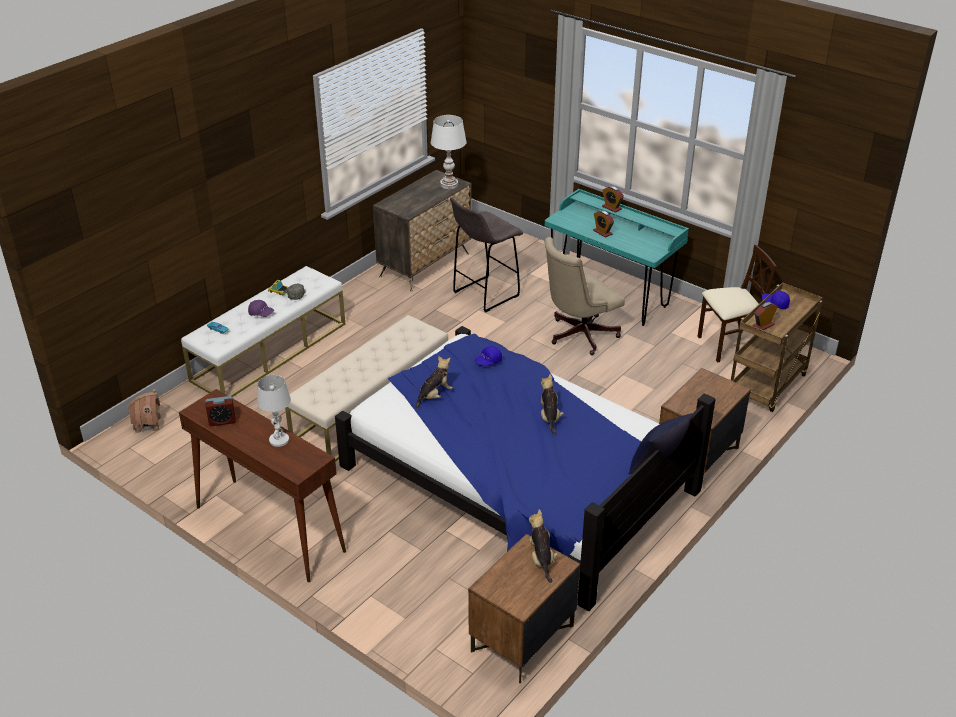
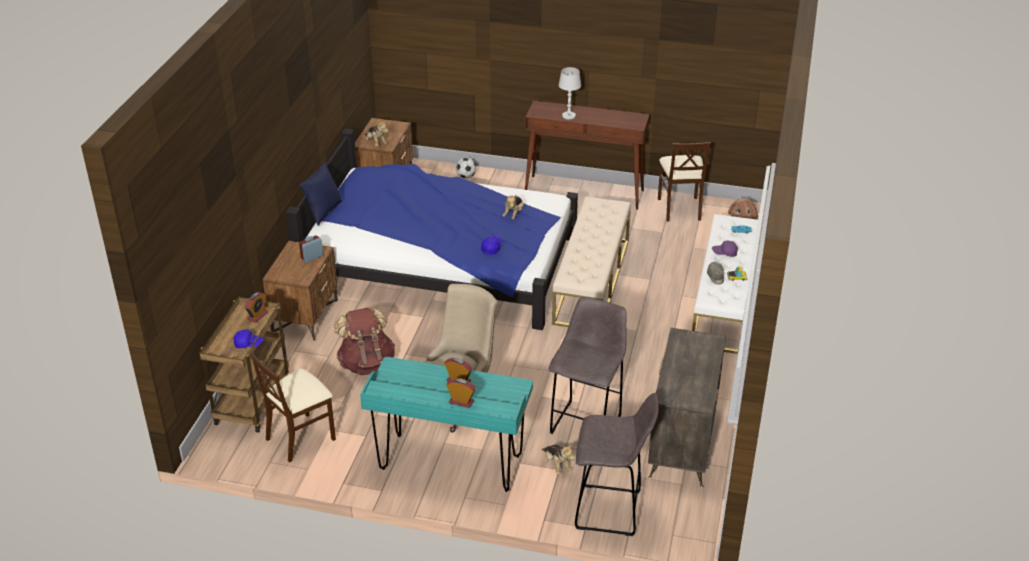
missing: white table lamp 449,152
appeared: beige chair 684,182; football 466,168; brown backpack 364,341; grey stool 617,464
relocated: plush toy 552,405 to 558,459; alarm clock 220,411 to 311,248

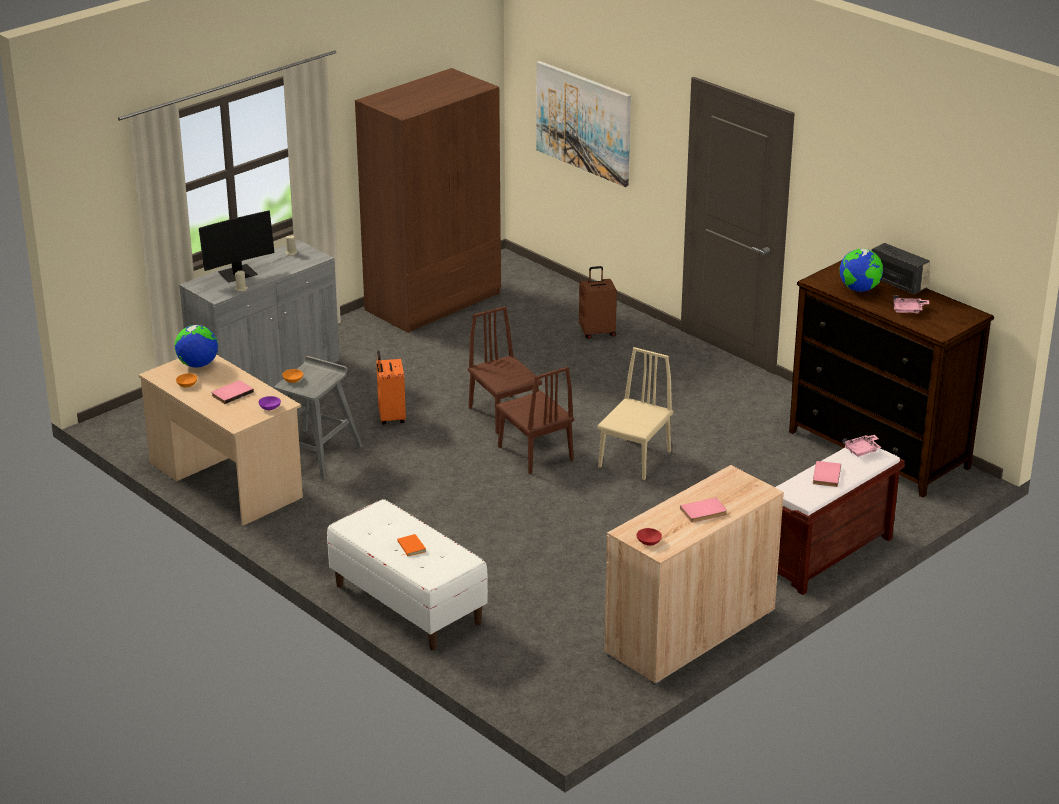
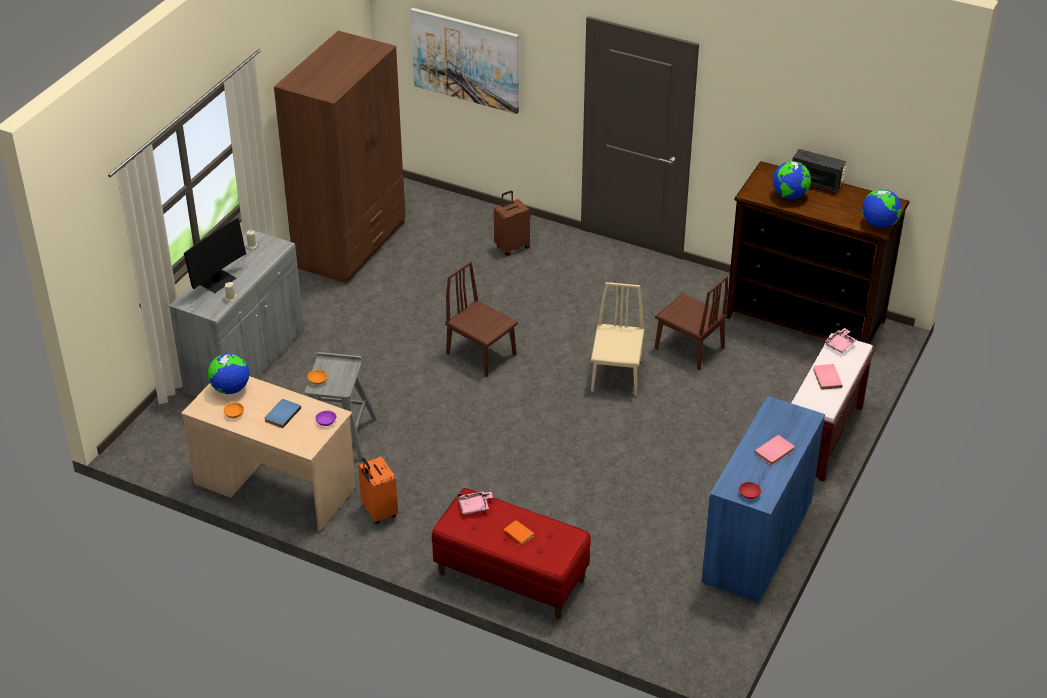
appeared: globe 882,208
relocated: pink tray 911,304 to 475,503; orange suitcase 391,387 to 378,490; brown chair 535,420 to 691,323
colour: pink book 233,392 to blue book 282,413; beige cabinet 694,575 to blue cabinet 763,500; white bench 407,574 to red bench 511,554

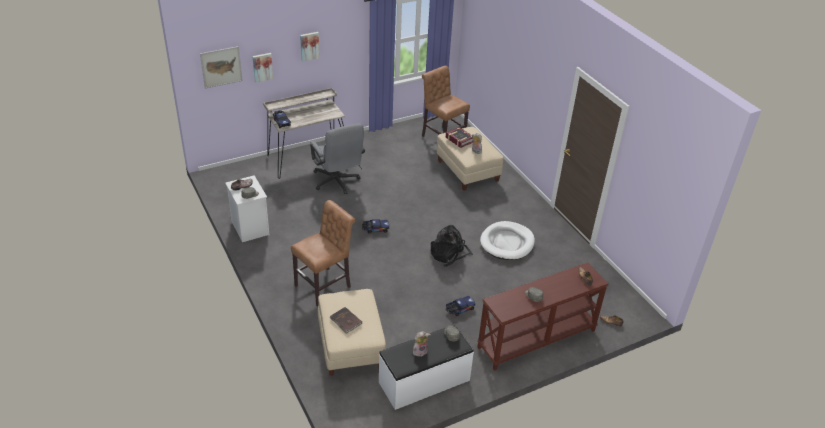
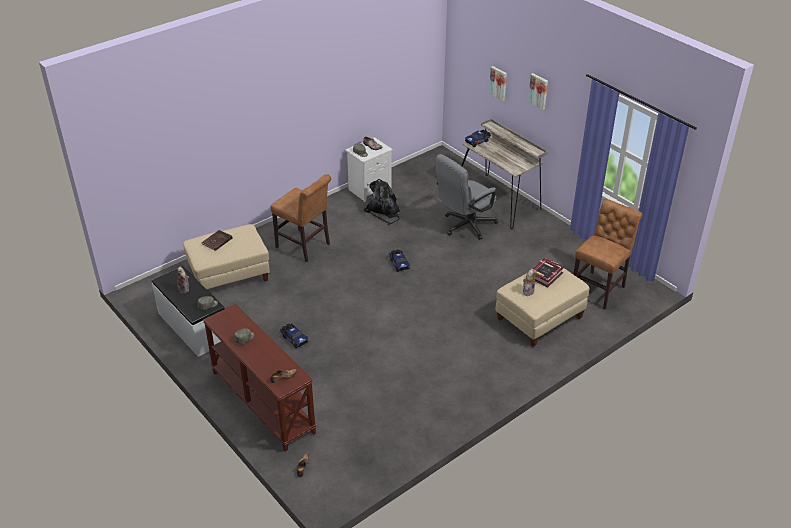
missing: picture 221,67; white dog bed 507,240
relocated: black backpack 452,246 to 381,202

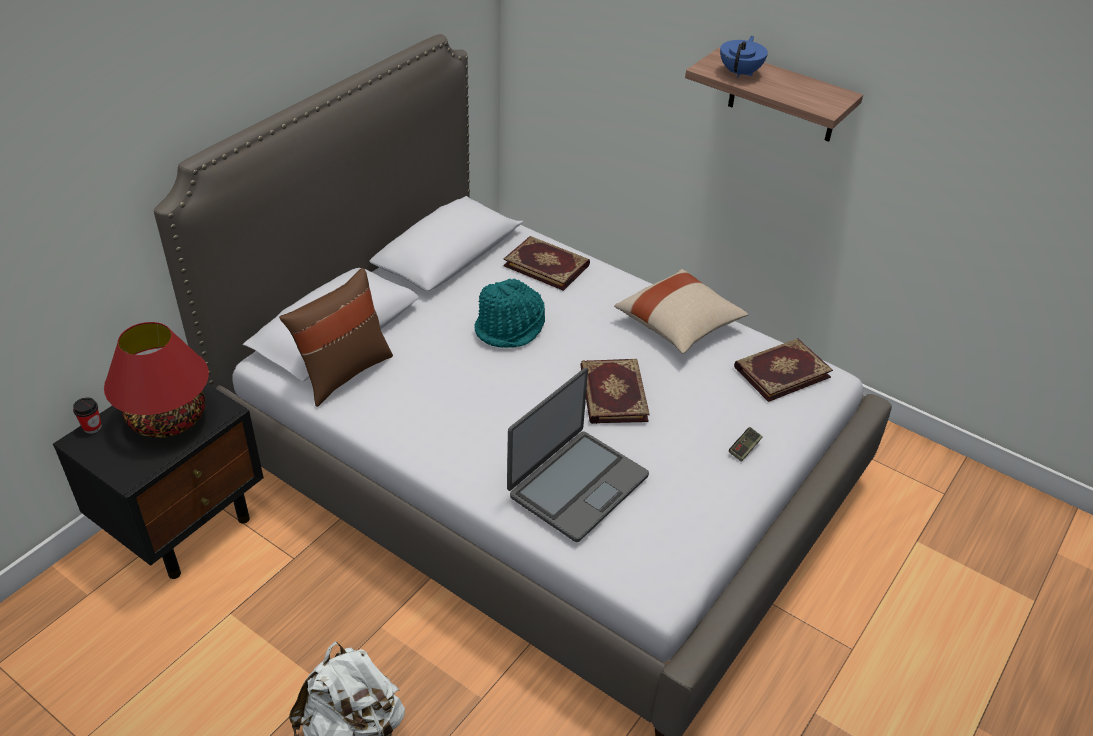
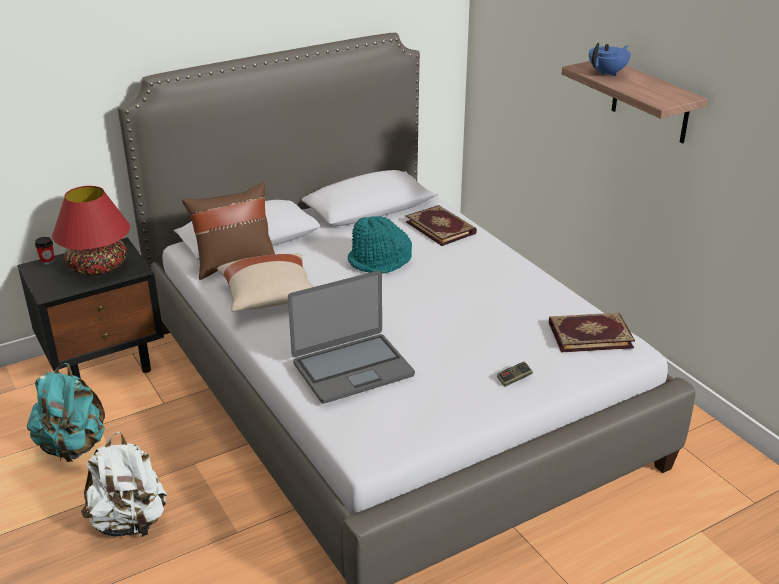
missing: book 615,391
appeared: turquoise backpack 66,412
relocated: beige pillow 681,311 to 265,283

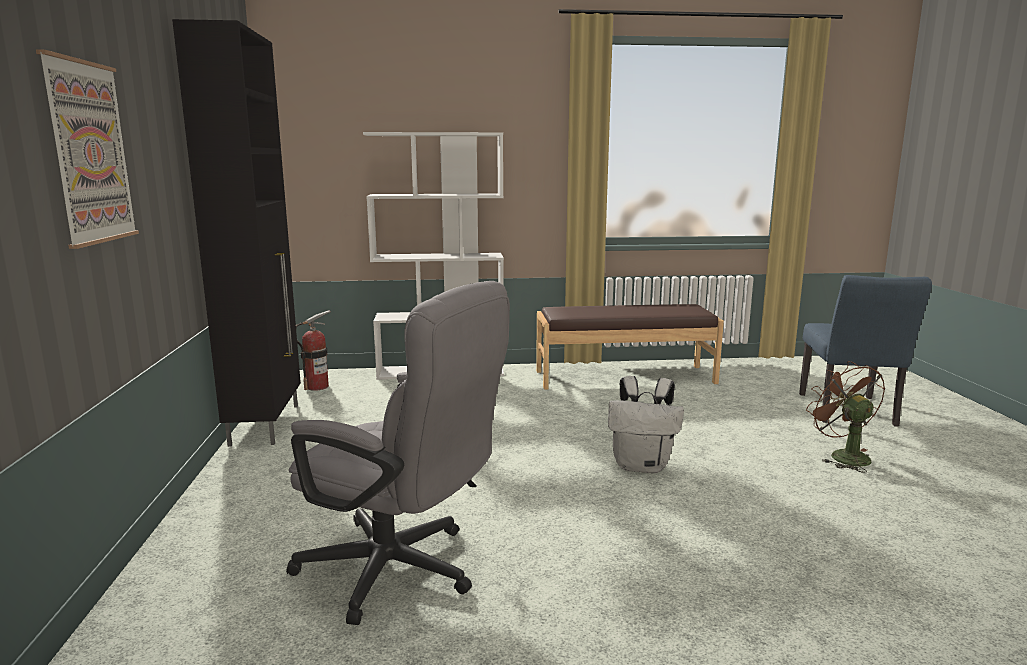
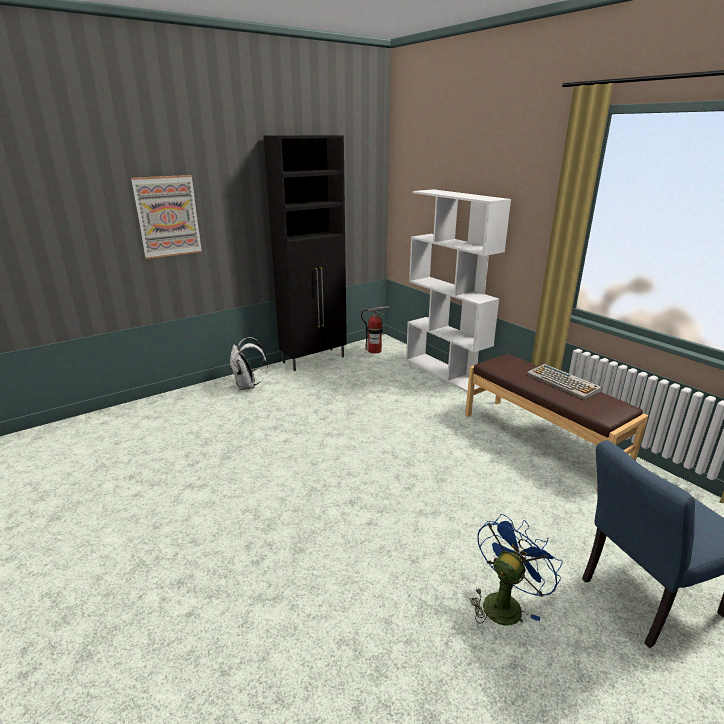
missing: grey office chair 398,453
appeared: keyboard 564,382
relocated: white backpack 646,424 to 249,363
colour: brown fan 845,417 to blue fan 516,570

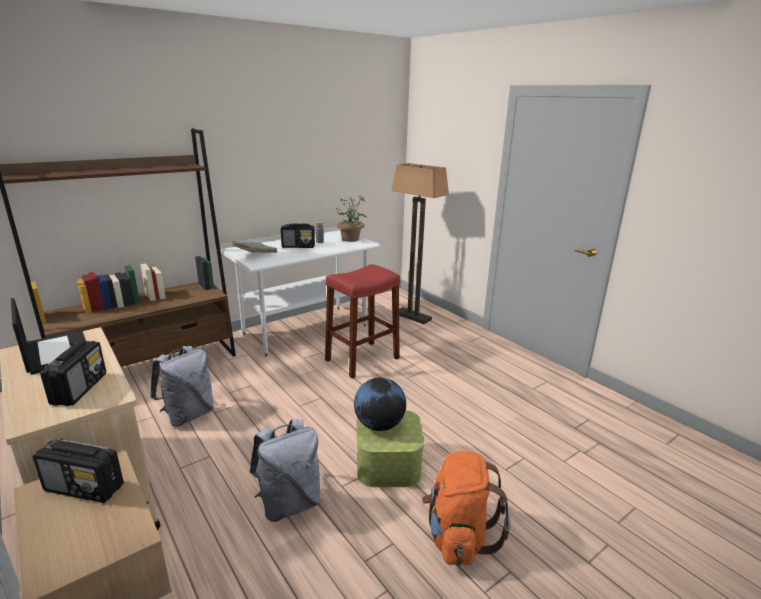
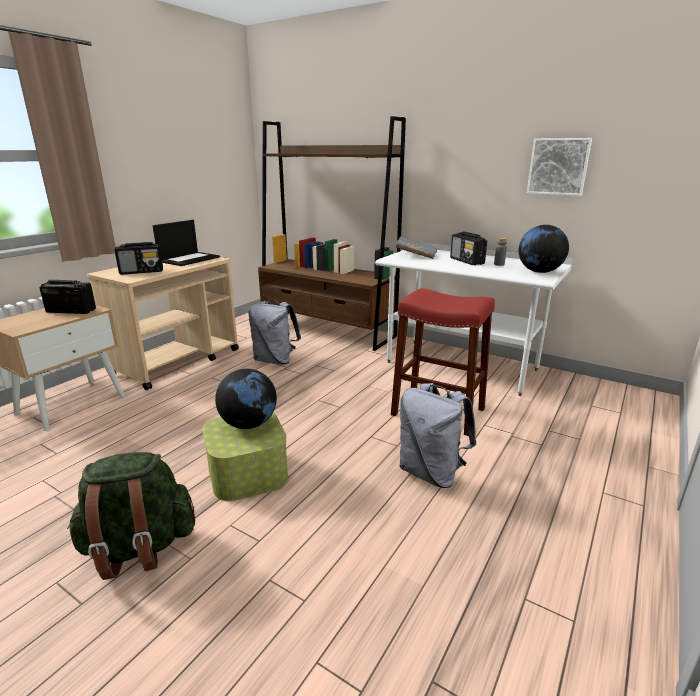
missing: floor lamp 420,243
appeared: picture 559,167
relocated: grey backpack 284,470 to 437,435
exchanged: potted plant 351,219 to globe 544,249
colour: orange backpack 466,508 to green backpack 131,516
spun: radio 78,470 = 67,297 105 degrees clockwise

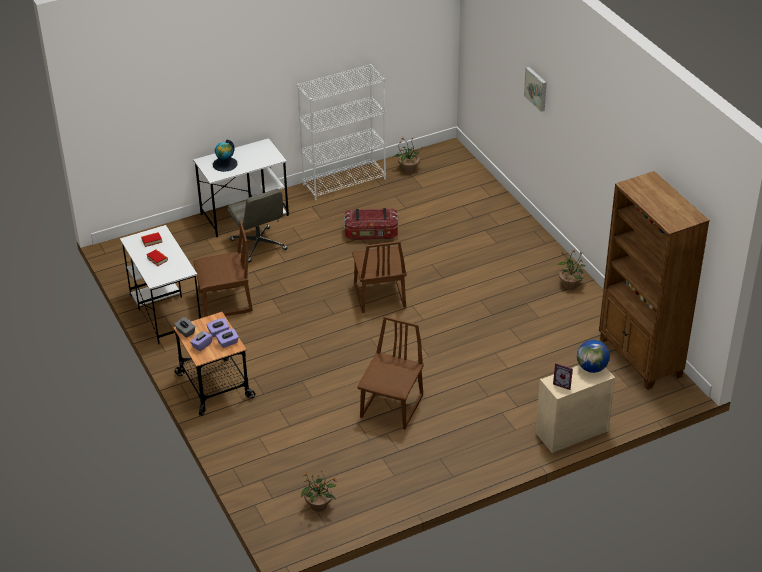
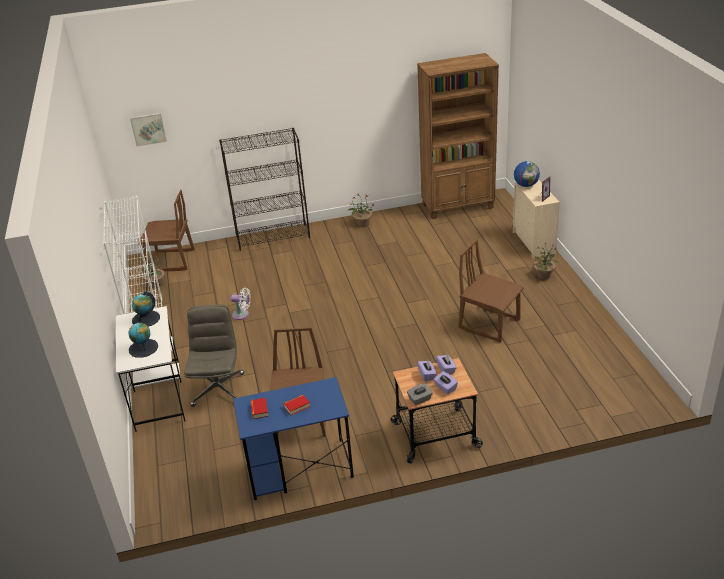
appeared: black bookcase 264,189; globe 146,309
relocated: picture 535,89 to 148,129; brown chair 379,277 to 166,230; potted plant 319,491 to 545,261
exchanged: storage box 371,224 to white fan 241,304
colour: white desk 160,284 to blue desk 293,438
spun: grey office chair 258,225 = 214,356 75 degrees counterclockwise

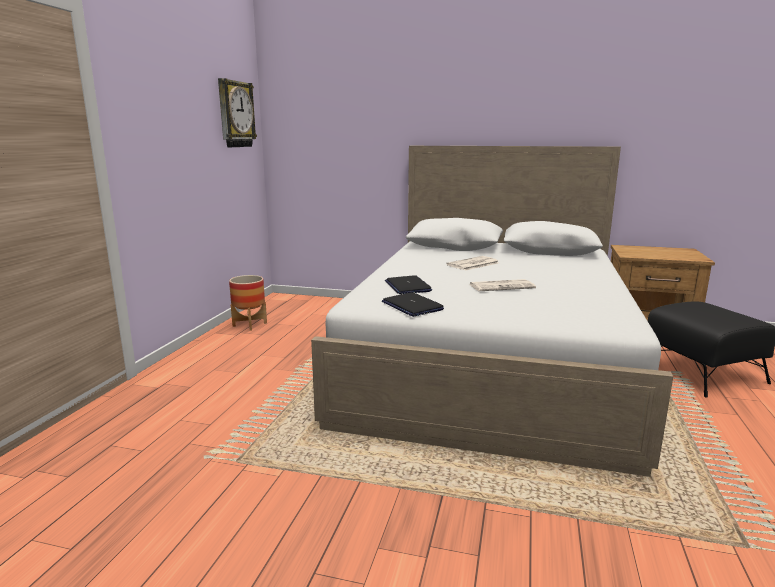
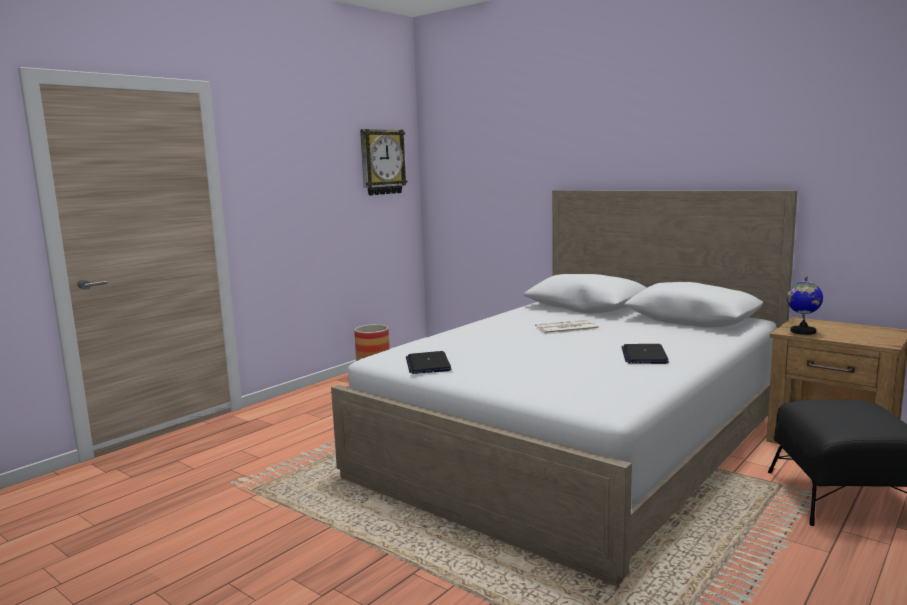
missing: newspaper 503,285
appeared: globe 805,305
relocated: laptop 408,284 to 645,354

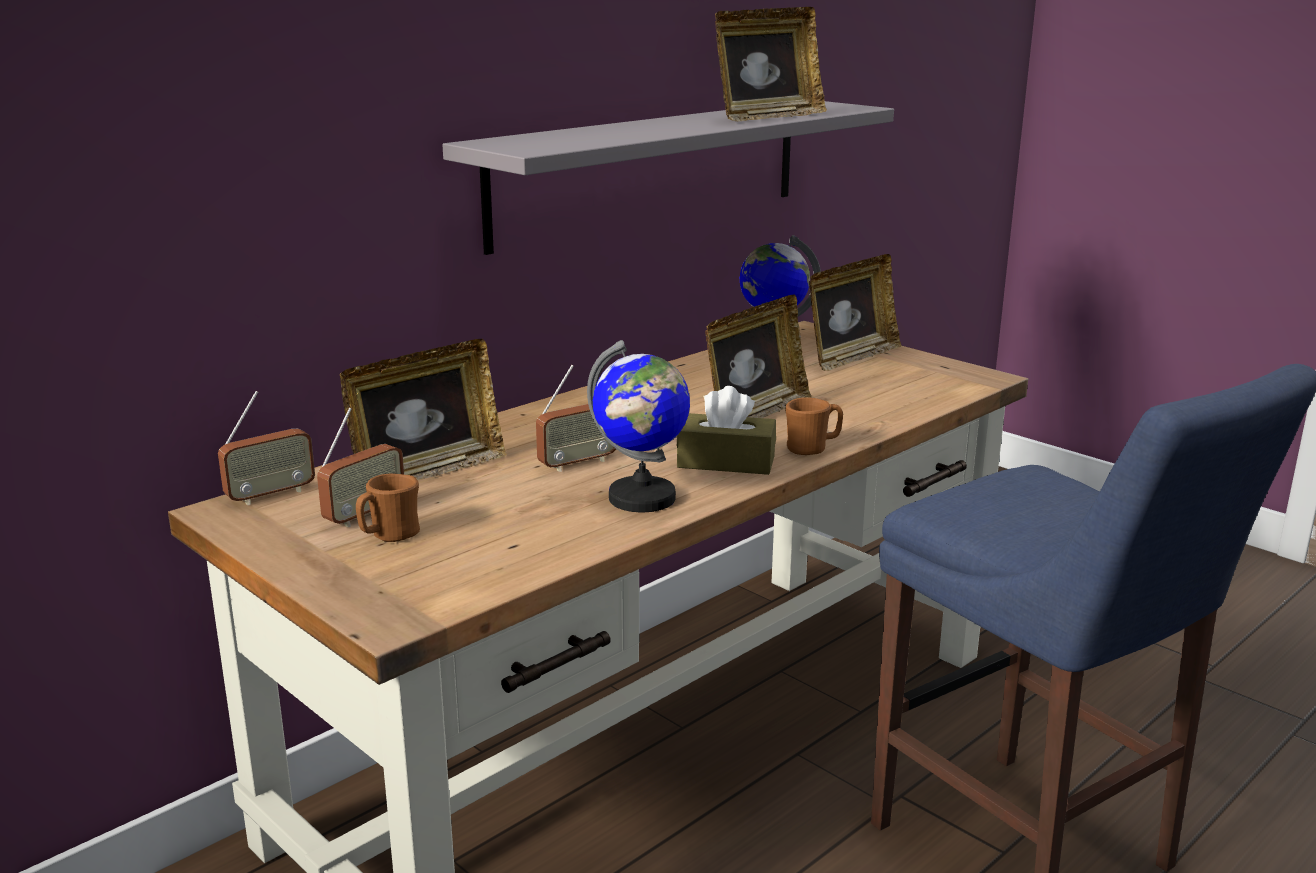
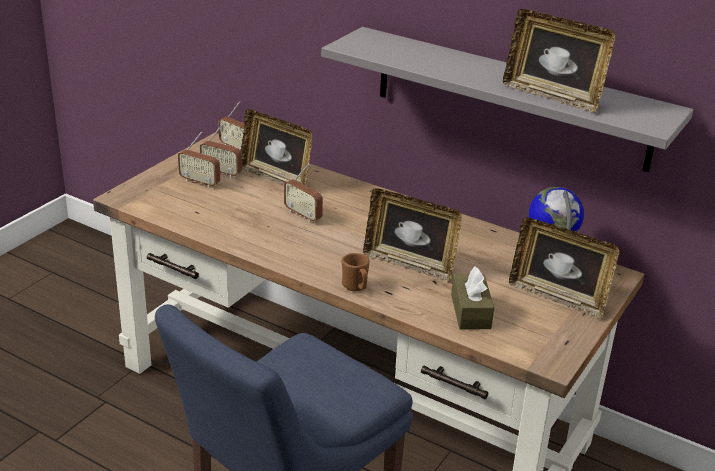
missing: globe 638,426
relocated: brown tissue box 726,430 to 472,297
exchanged: brown mug 388,507 to radio 199,160

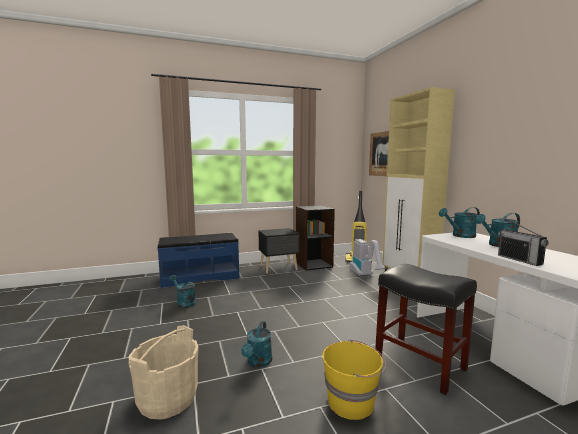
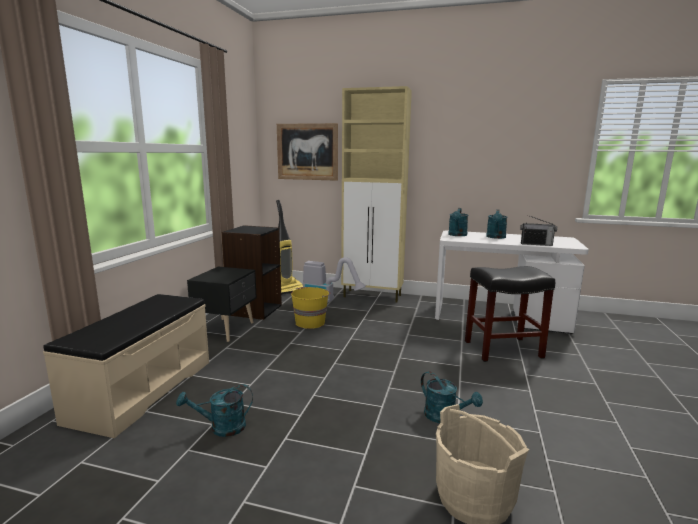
relocated: yellow bucket 354,379 to 311,308
colour: blue bench 198,260 to beige bench 126,366

